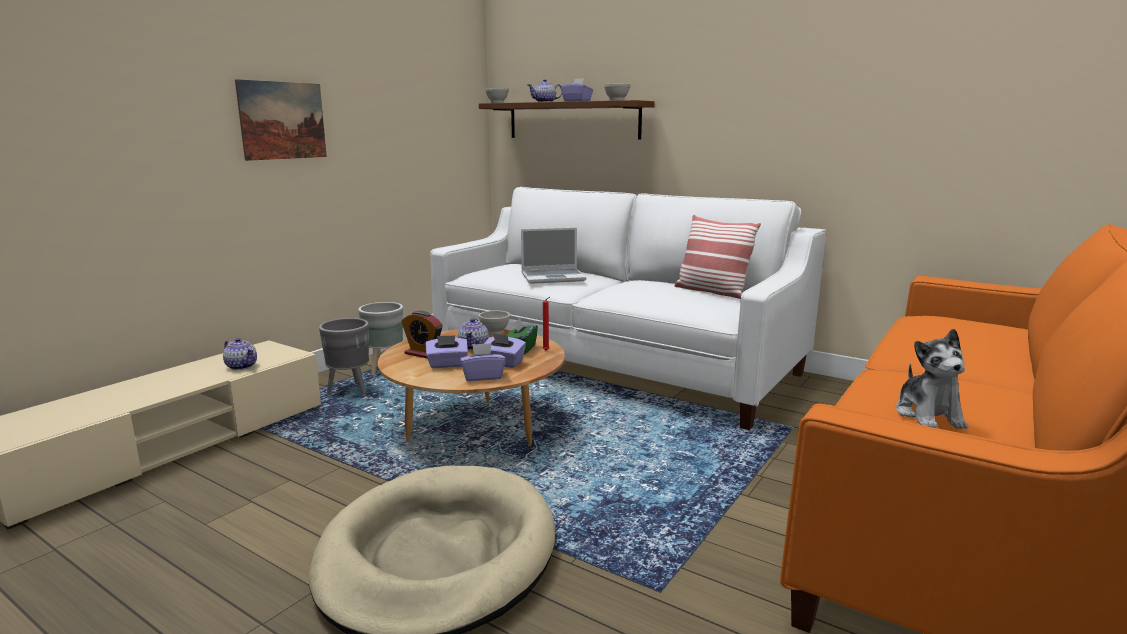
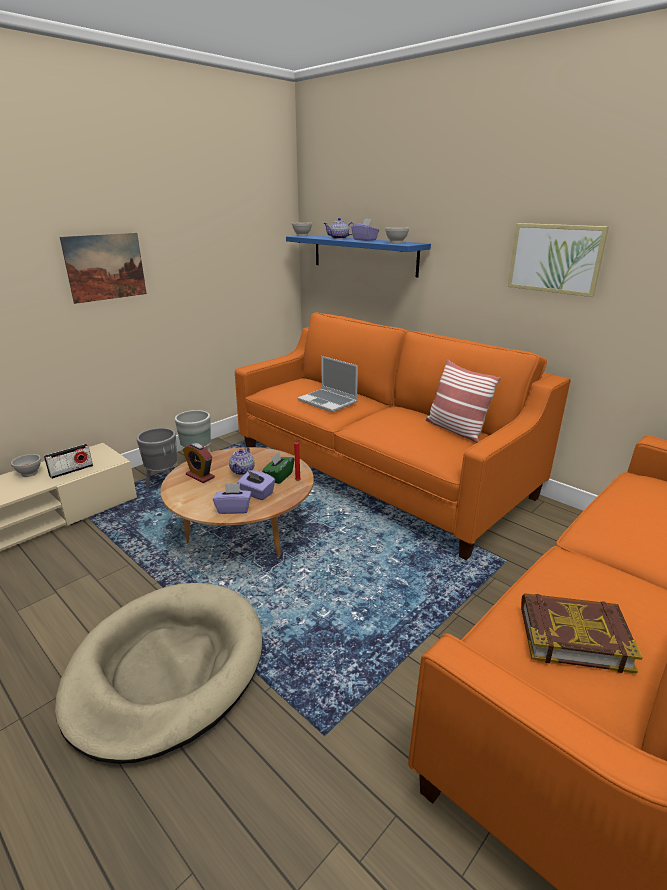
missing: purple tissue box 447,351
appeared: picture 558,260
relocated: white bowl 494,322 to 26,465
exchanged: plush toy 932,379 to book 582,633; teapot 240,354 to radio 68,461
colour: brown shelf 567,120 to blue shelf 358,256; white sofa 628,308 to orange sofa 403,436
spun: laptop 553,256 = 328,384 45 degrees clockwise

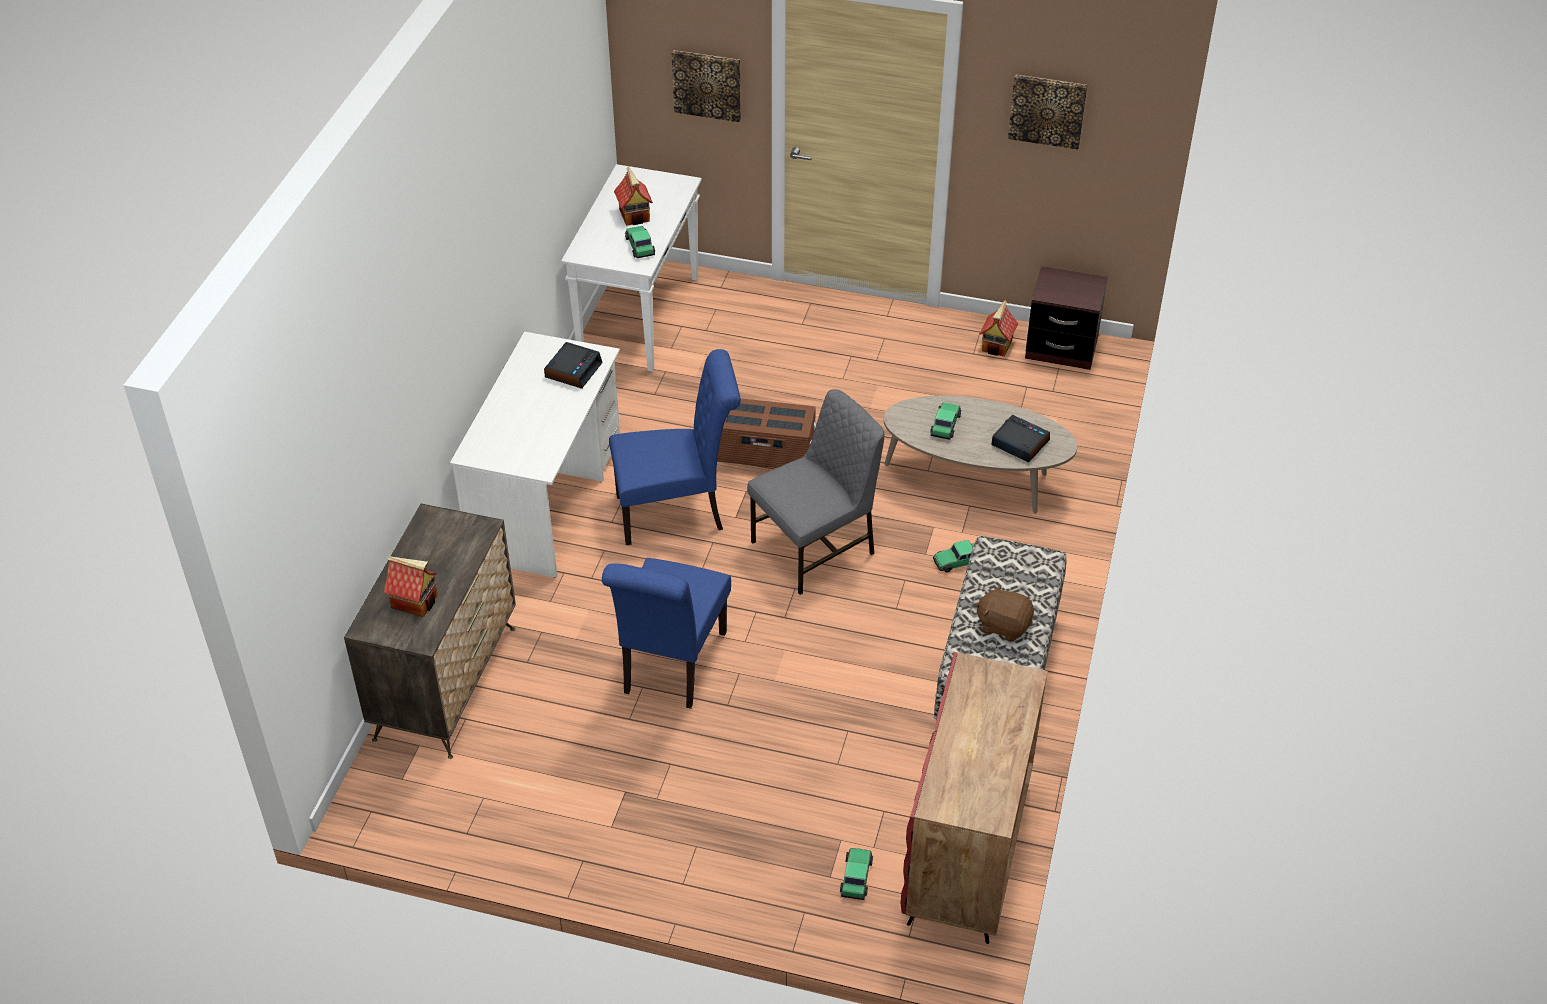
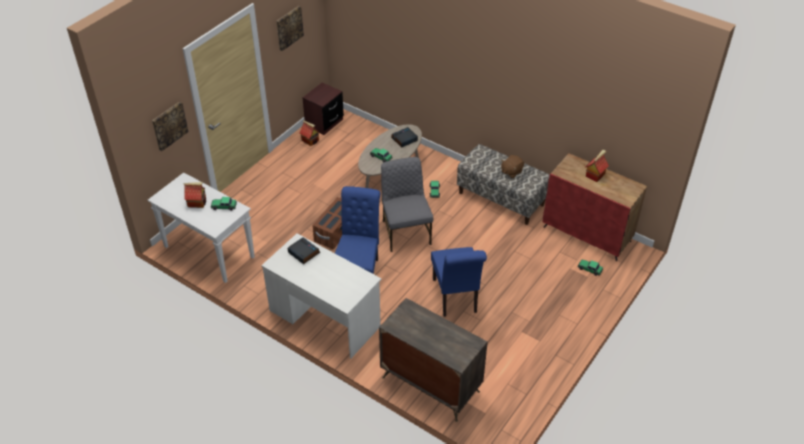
relocated: toy house 411,586 to 597,166
spun: blue chair 666,633 = 459,282 45 degrees clockwise

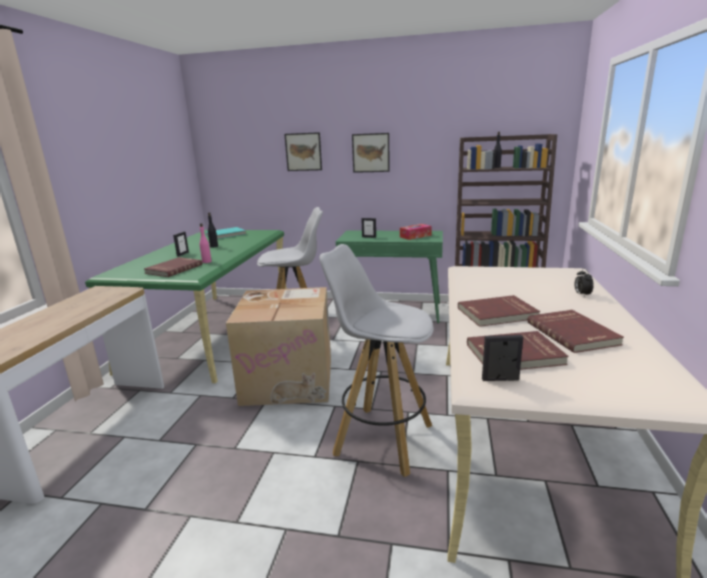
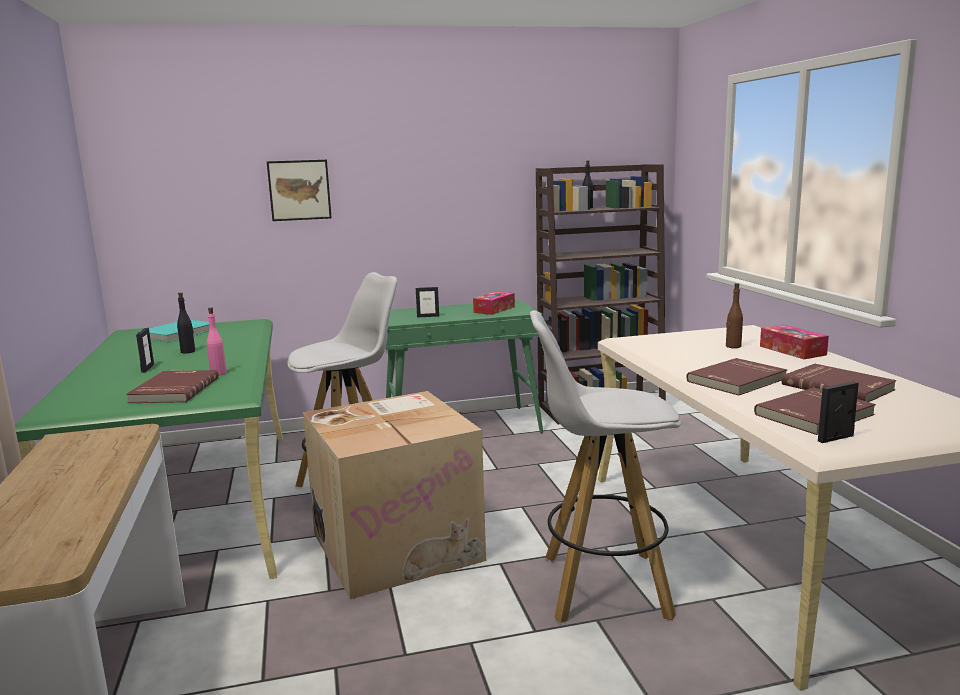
missing: picture 371,153
appeared: brown bottle 734,315
exchanged: alarm clock 584,282 to tissue box 794,342

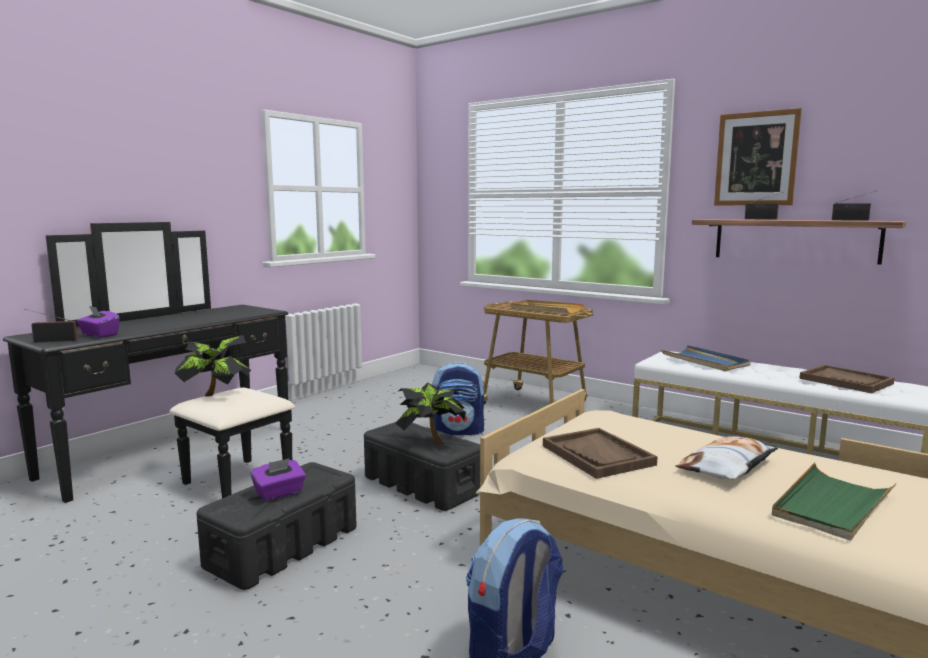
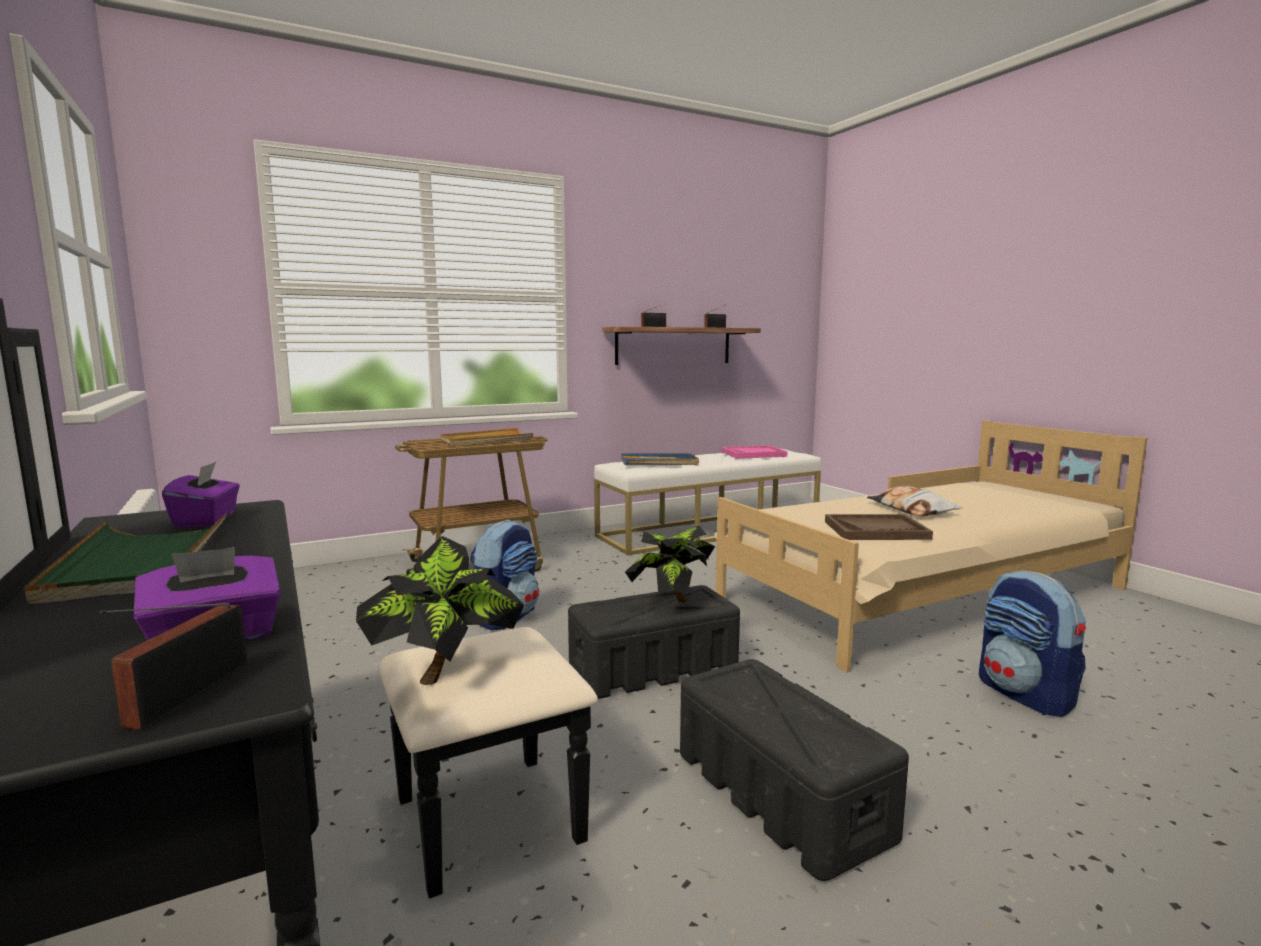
missing: picture 758,156
relocated: purple tissue box 278,479 to 201,495; green tray 834,502 to 125,558
colour: brown tray 847,379 to pink tray 754,452

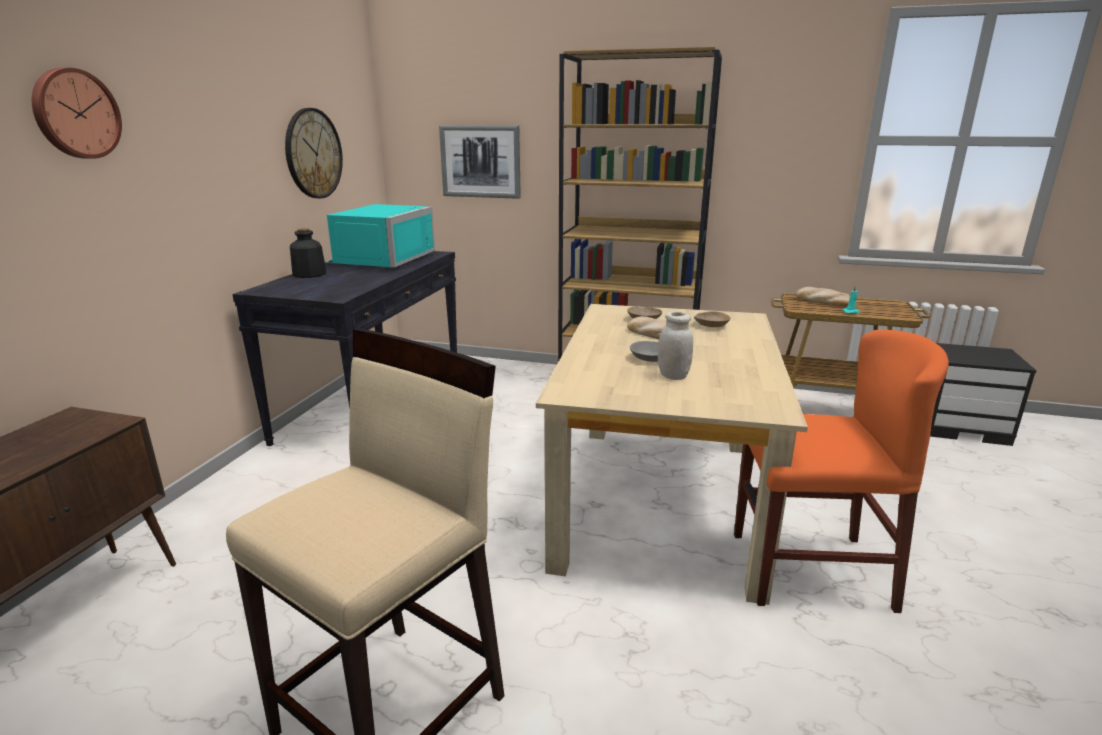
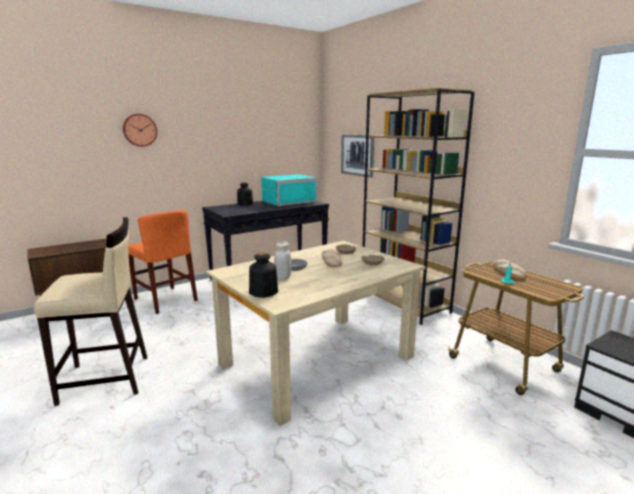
missing: wall clock 314,153
appeared: bottle 263,275
relocated: orange chair 841,471 to 163,262

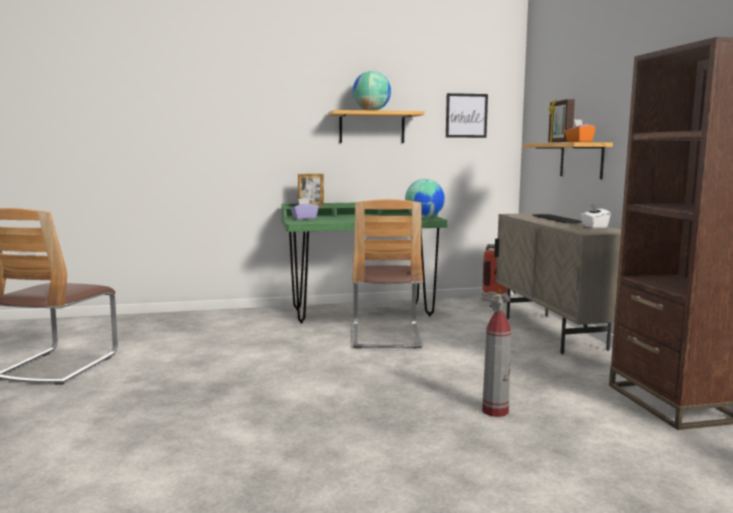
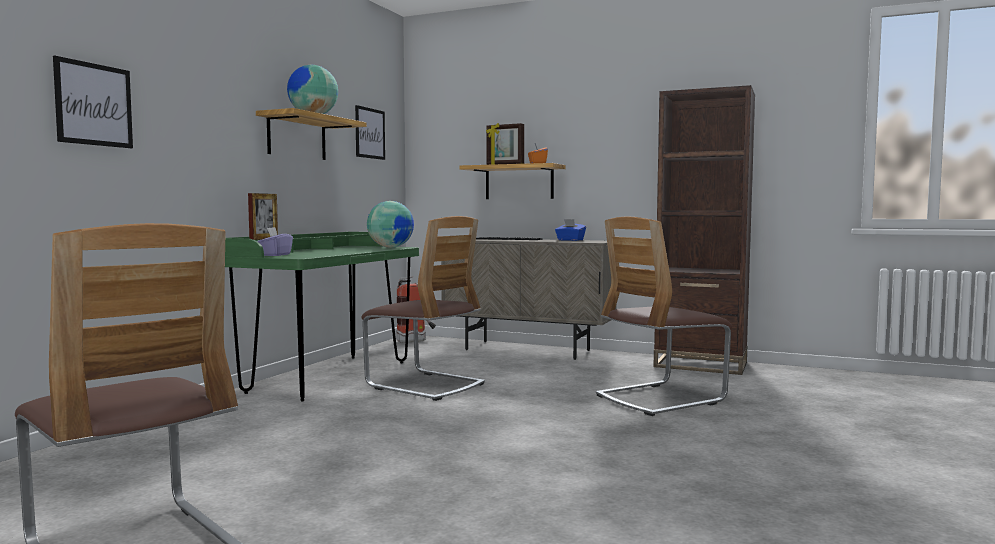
appeared: picture 93,102
exchanged: fire extinguisher 496,355 to chair 664,316
colour: white tissue box 595,215 to blue tissue box 570,230

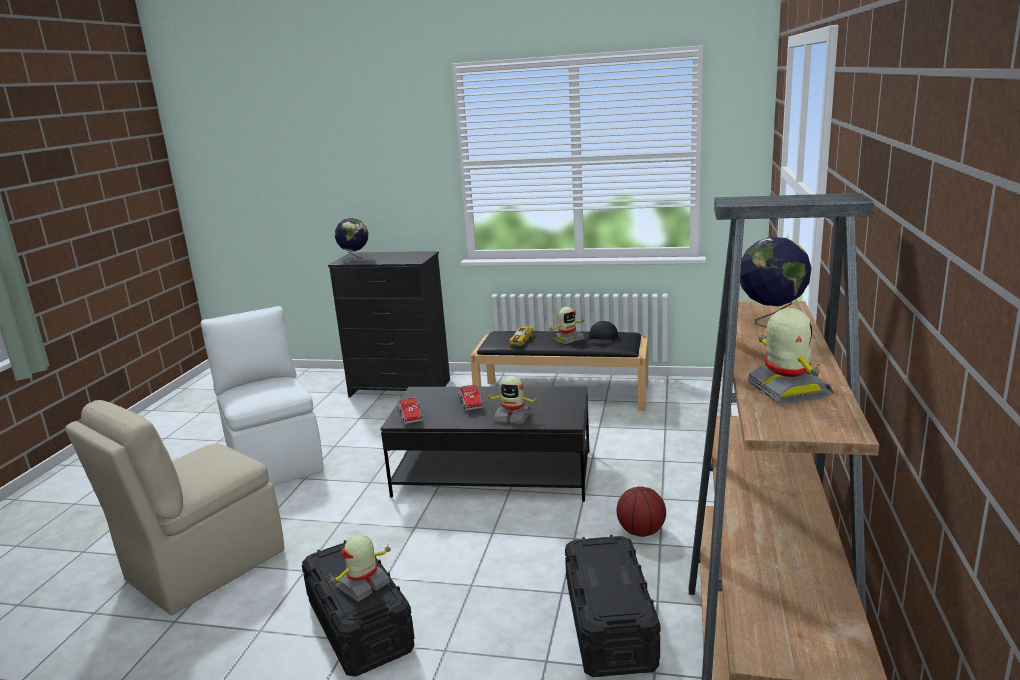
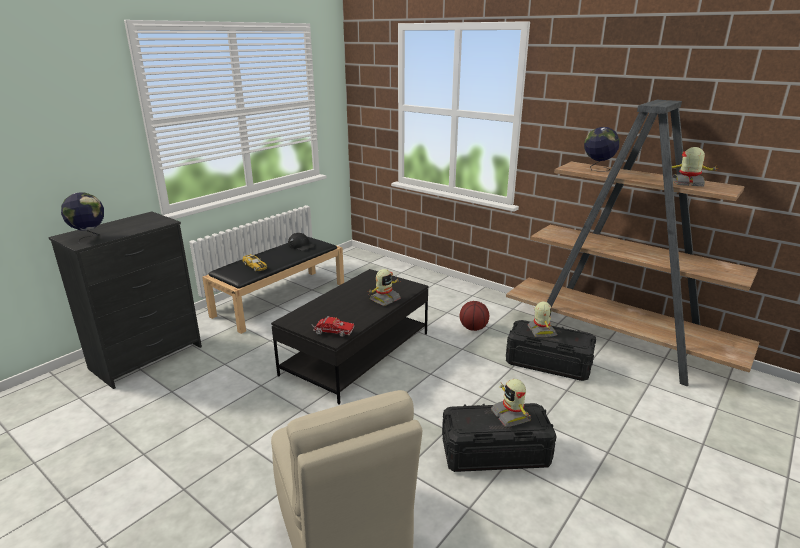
missing: white chair 262,396; toy truck 470,397
relocated: toy robot 567,325 to 543,319

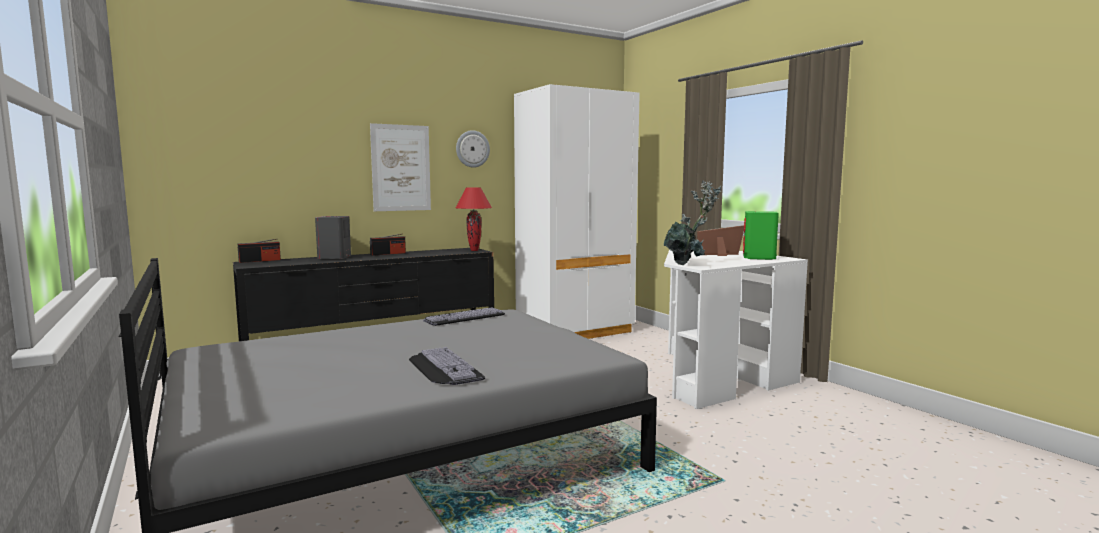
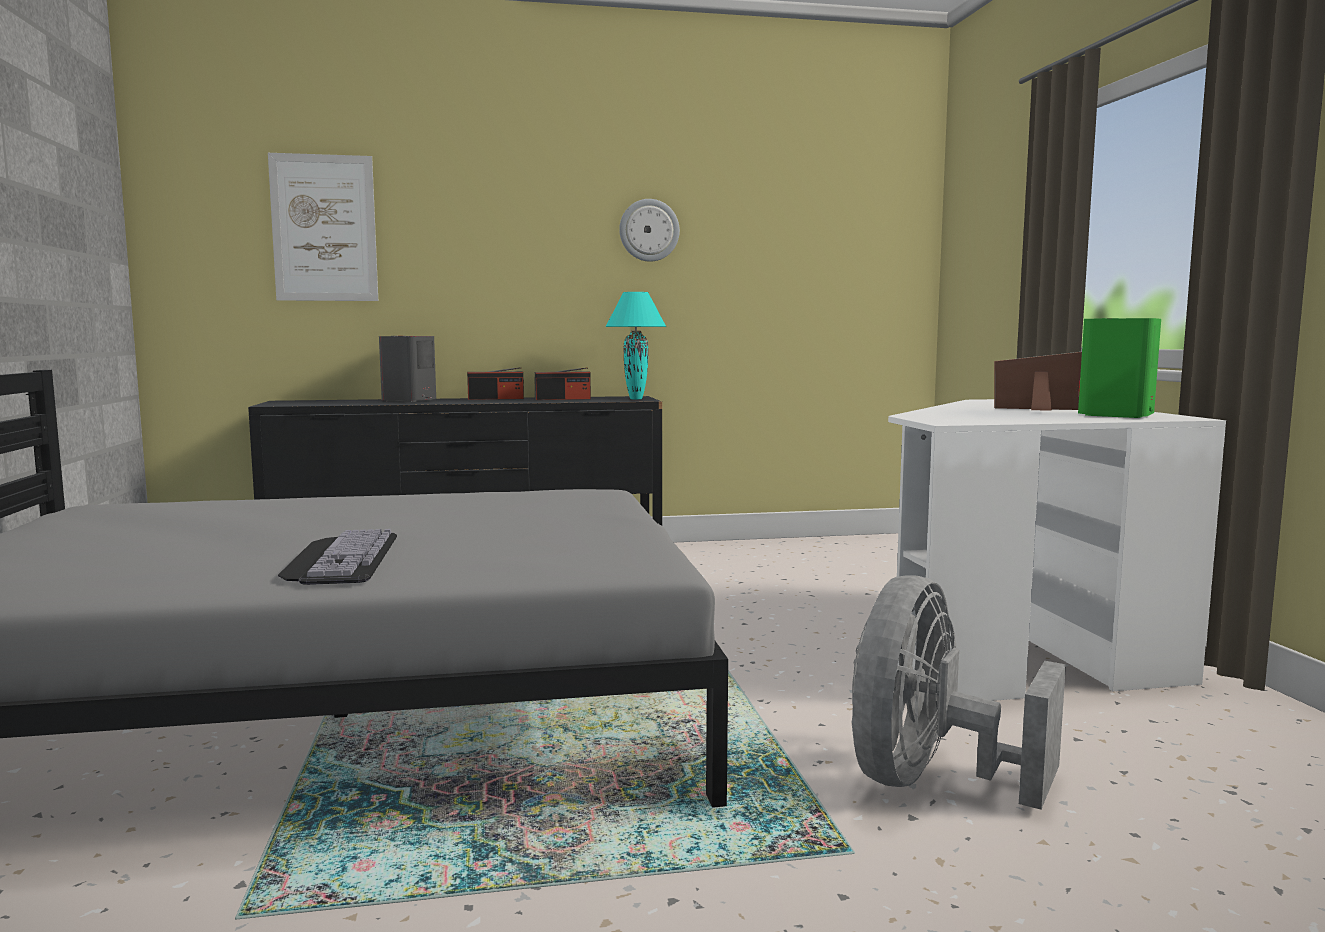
missing: white wardrobe 577,211; potted plant 692,222; keyboard 464,316
appeared: grey fan 959,692
relocated: picture 400,167 to 323,227; radio 259,251 to 562,383
colour: red table lamp 474,219 to turquoise table lamp 635,345

